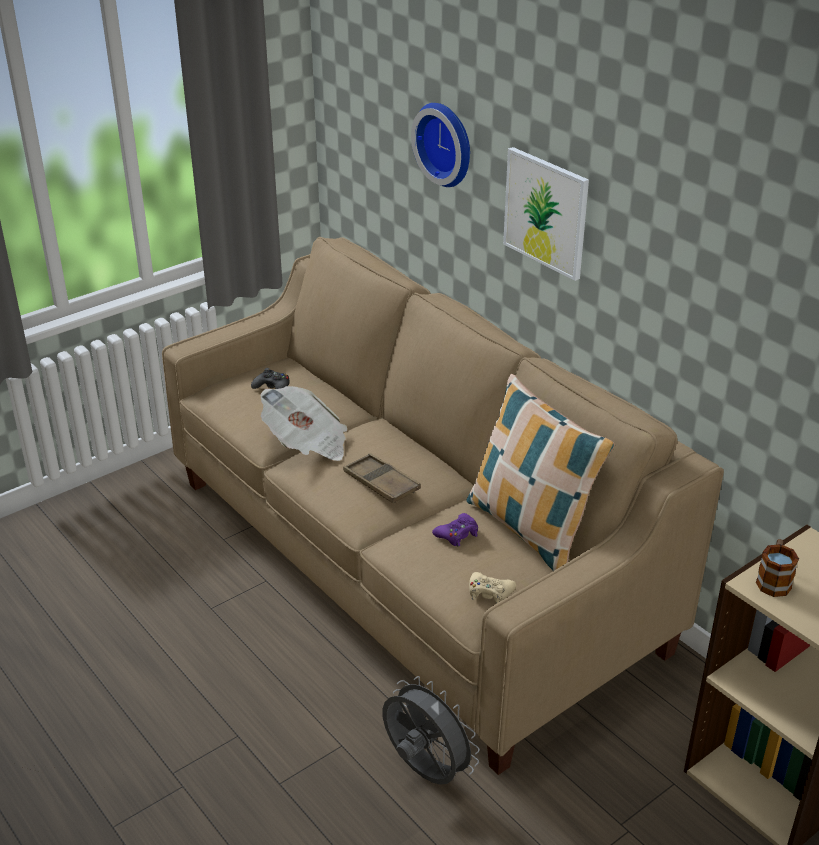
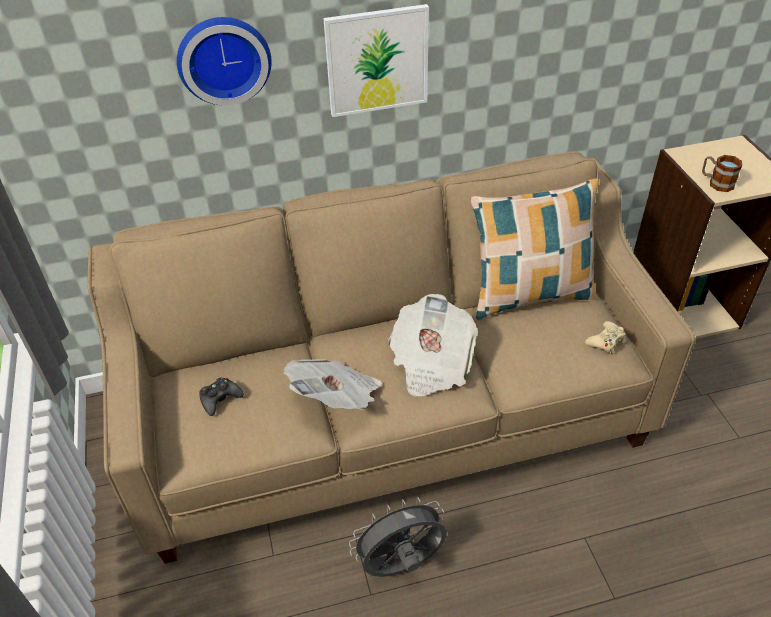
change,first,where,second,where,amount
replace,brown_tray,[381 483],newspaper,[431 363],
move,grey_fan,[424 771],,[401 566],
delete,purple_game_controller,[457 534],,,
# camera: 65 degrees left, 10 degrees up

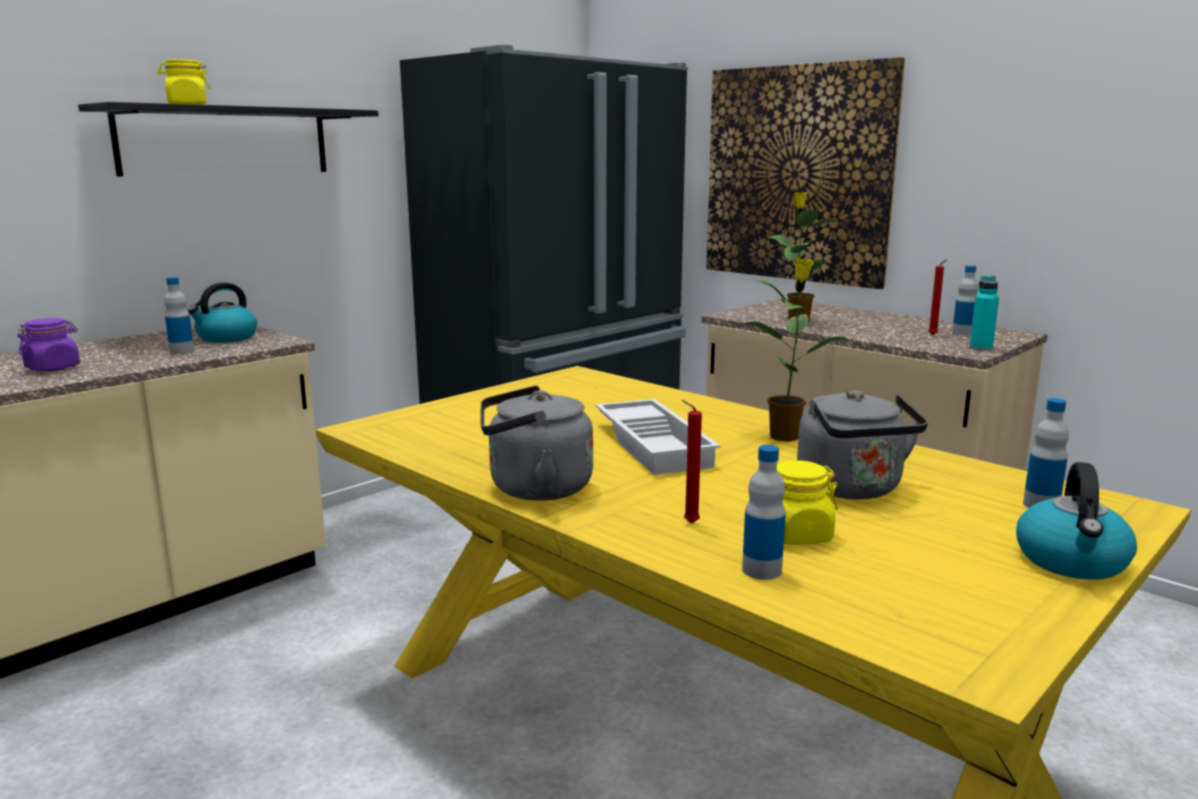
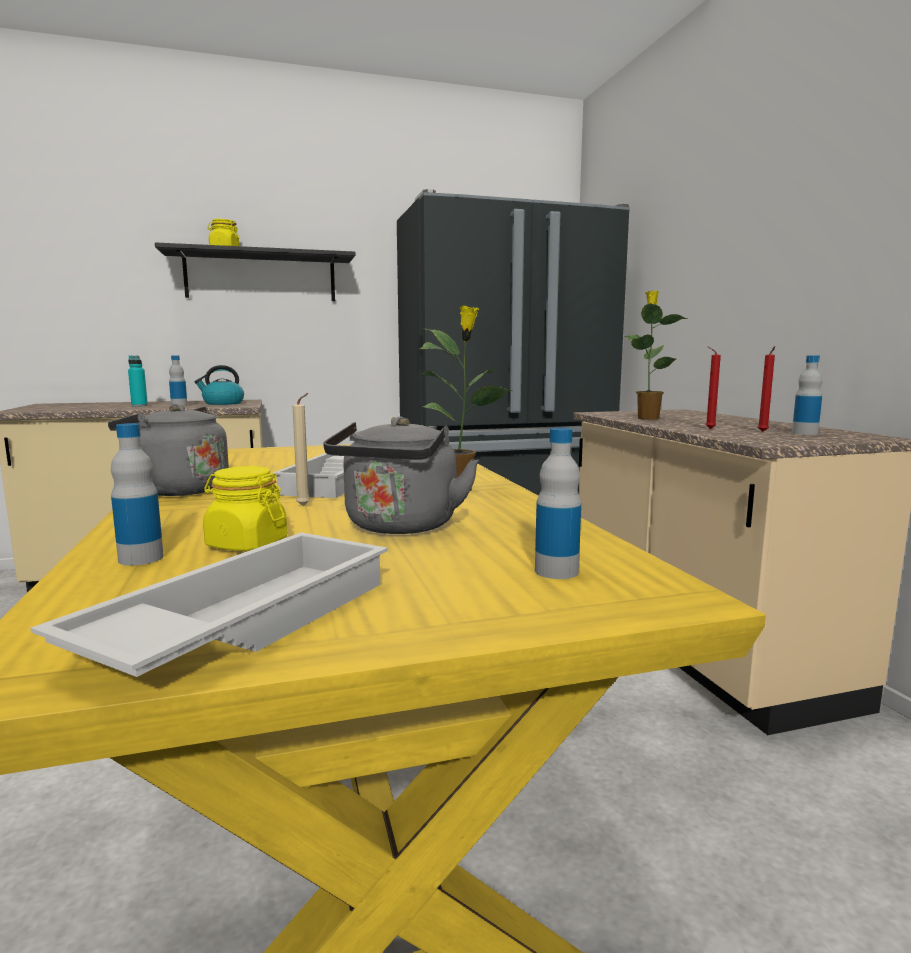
change,first,where,second,where,amount
delete,purple_jar,[53 368],,,
move,red_candle,[688 523],,[708 429],
delete,picture,[797 174],,,
move,turquoise_bottle,[980 348],,[139 406],
delete,kettle,[1072 562],,,
insert,,,white_tray,[241 620],
insert,,,beige_candle,[305 505],
# camera: 30 degrees right, 5 degrees down

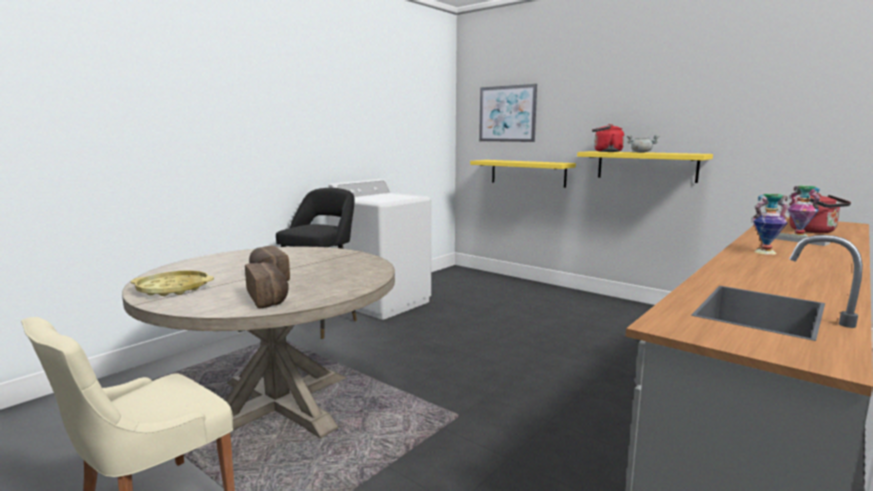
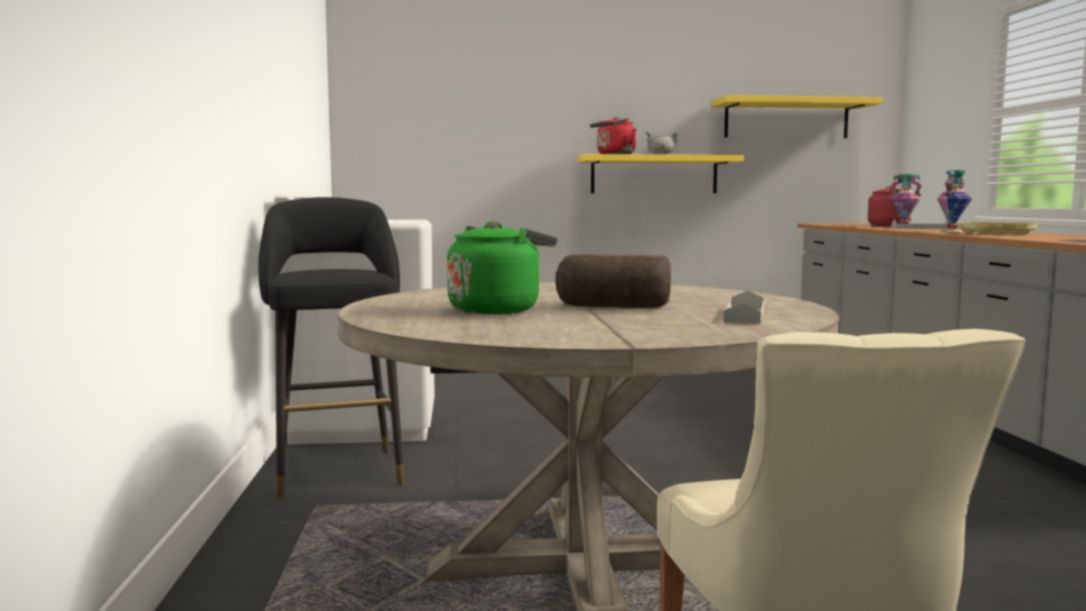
change,first,where,second,where,amount
move,yellow_tray,[173 288],,[996 234],
replace,bread,[269 298],grey_tray,[744 315],
move,yellow_shelf,[527 173],,[786 119],
delete,picture,[507 114],,,
insert,,,green_kettle,[497 310],
# camera: 45 degrees left, 5 degrees down

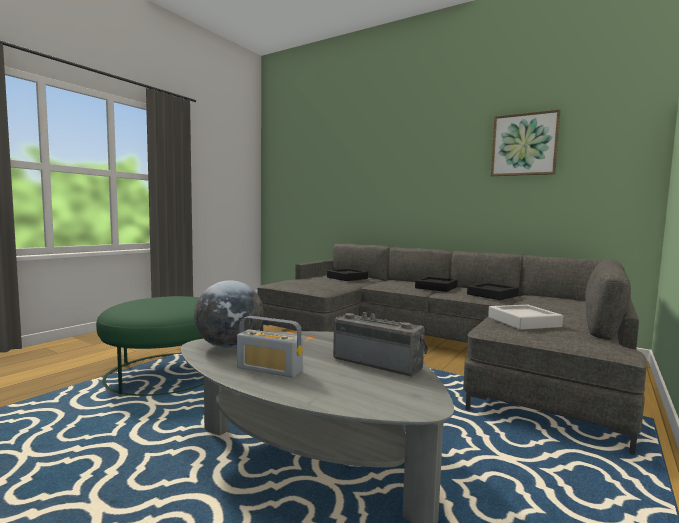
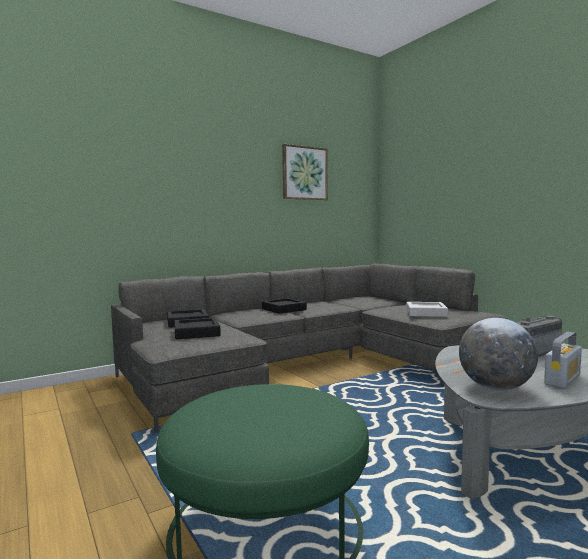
change,first,where,second,where,amount
move,black_tray,[492 295],,[196 333],
# camera: 65 degrees left, 0 degrees up

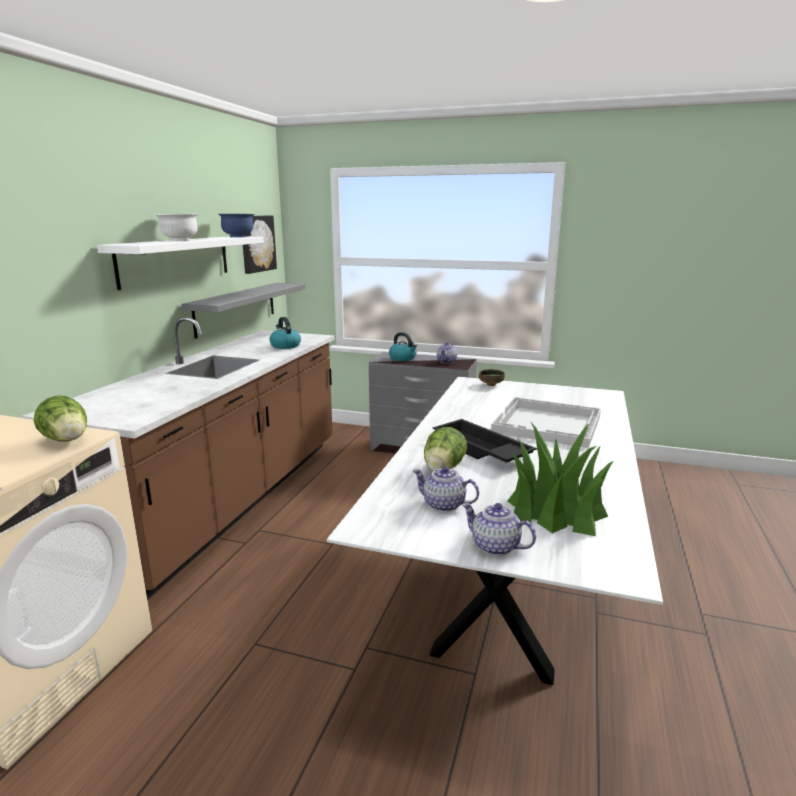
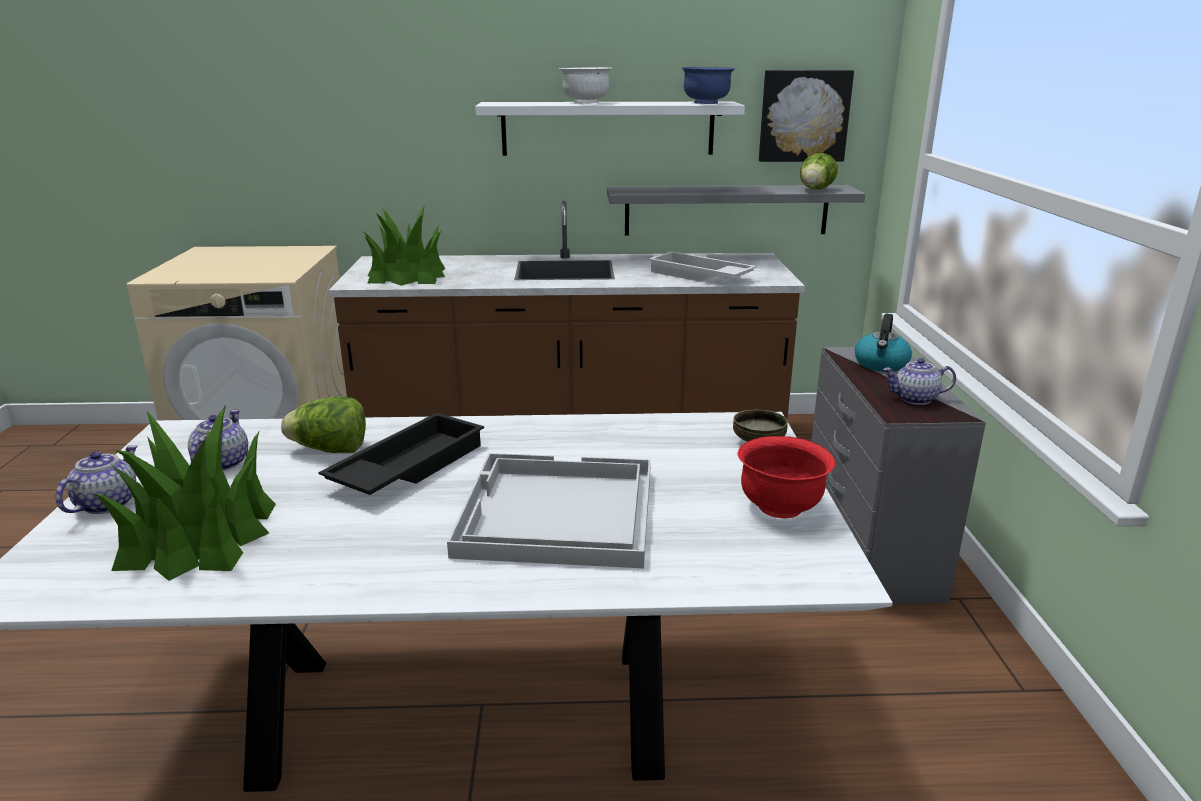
change,first,where,second,where,amount
move,lettuce,[68 441],,[815 190],
replace,kettle,[285 346],white_tray,[699 276],
insert,,,potted_plant,[407 275],
insert,,,red_bowl,[780 507],
# camera: 70 degrees right, 5 degrees up

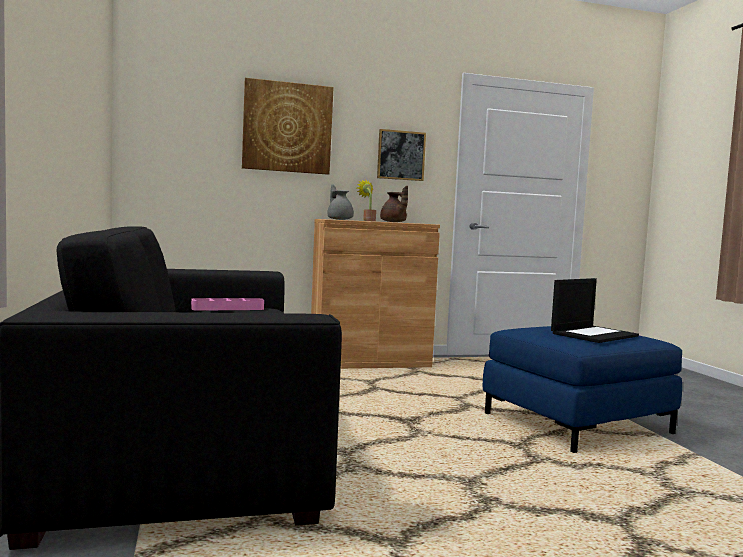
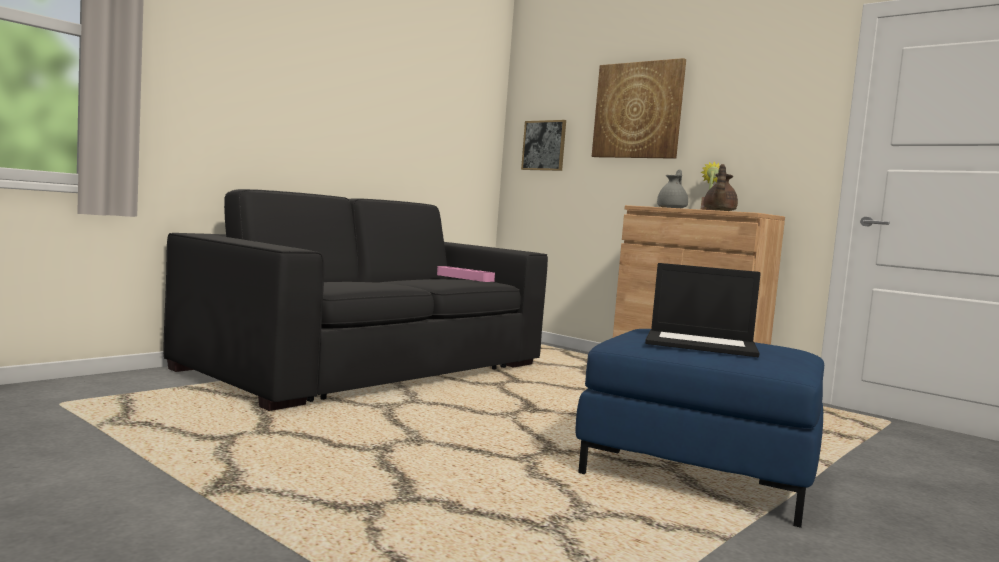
change,first,where,second,where,amount
move,picture,[401 155],,[544 145],
# camera: 55 degrees right, 0 degrees up

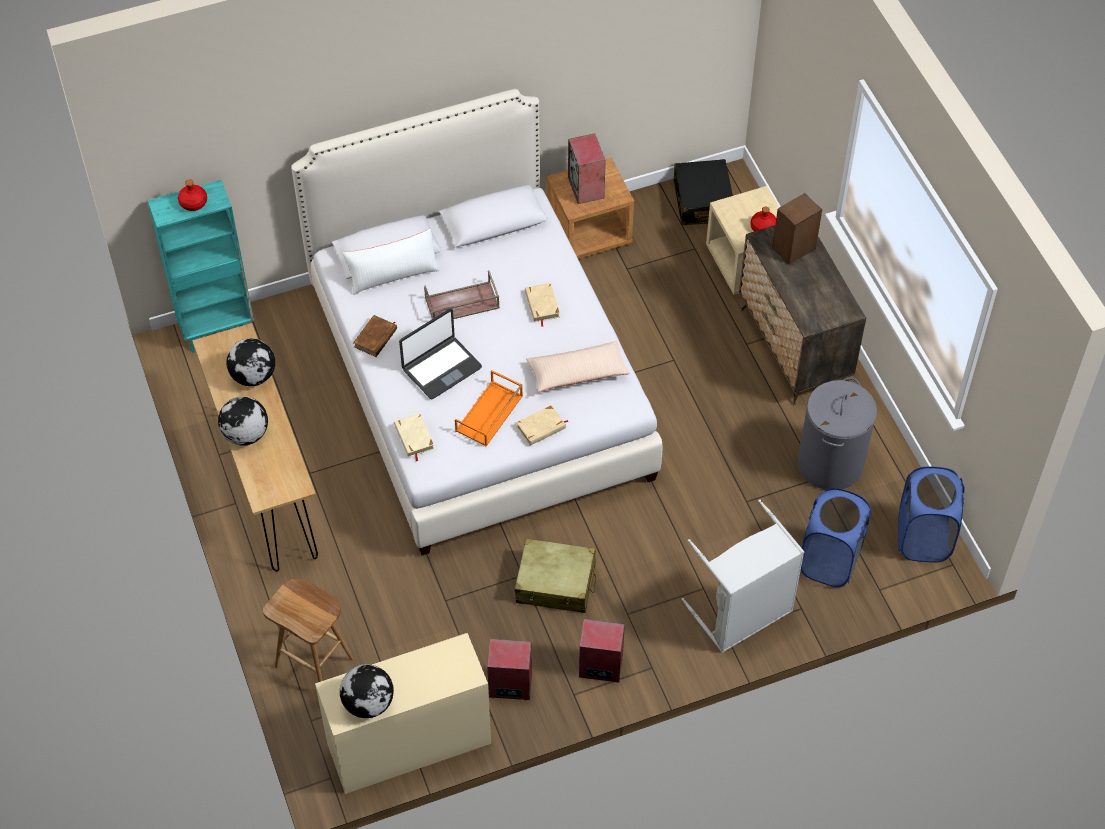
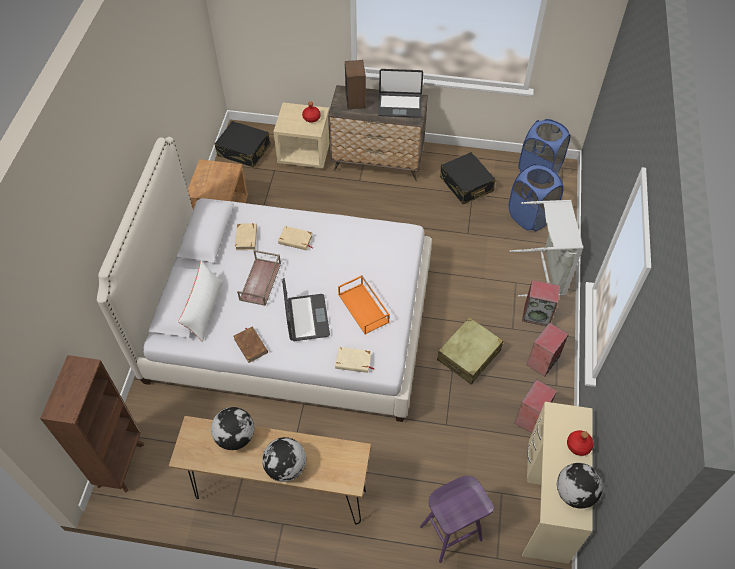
change,first,where,second,where,amount
recolor,turquoise_bookcase,[218 330],brown_bookcase,[121 463],
move,red_bottle,[193 202],,[578 445],
recolor,brown_stool,[315 663],purple_stool,[451 532],
move,beige_book,[541 427],,[246 238],
delete,beige_pillow,[577 373],,,
move,speaker,[586 188],,[537 315],
replace,grey_laundry_basket,[830 463],black_suitcase,[466 184],
insert,,,laptop,[399 105],
# camera: 60 degrees left, 0 degrees up

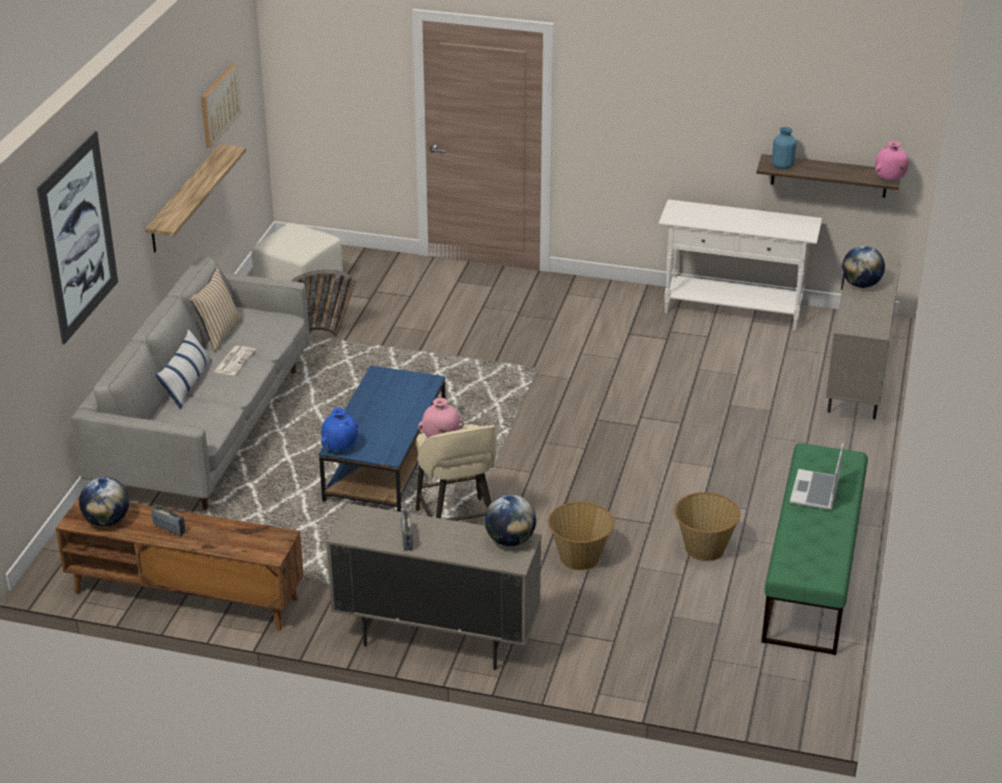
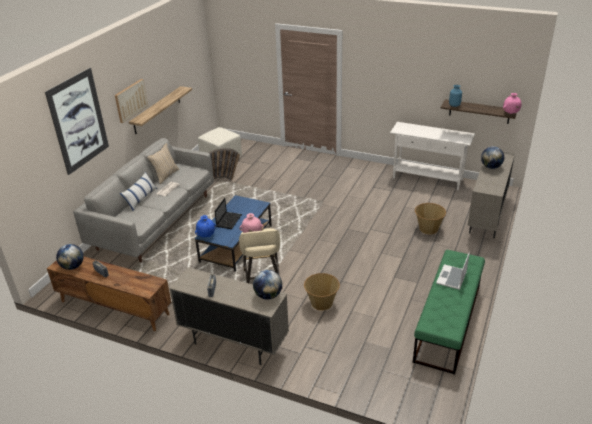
change,first,where,second,where,amount
move,picture,[219 104],,[130 100],
move,basket,[704 548],,[428 228],
insert,,,laptop,[229 220],
# camera: 10 degrees right, 0 degrees up

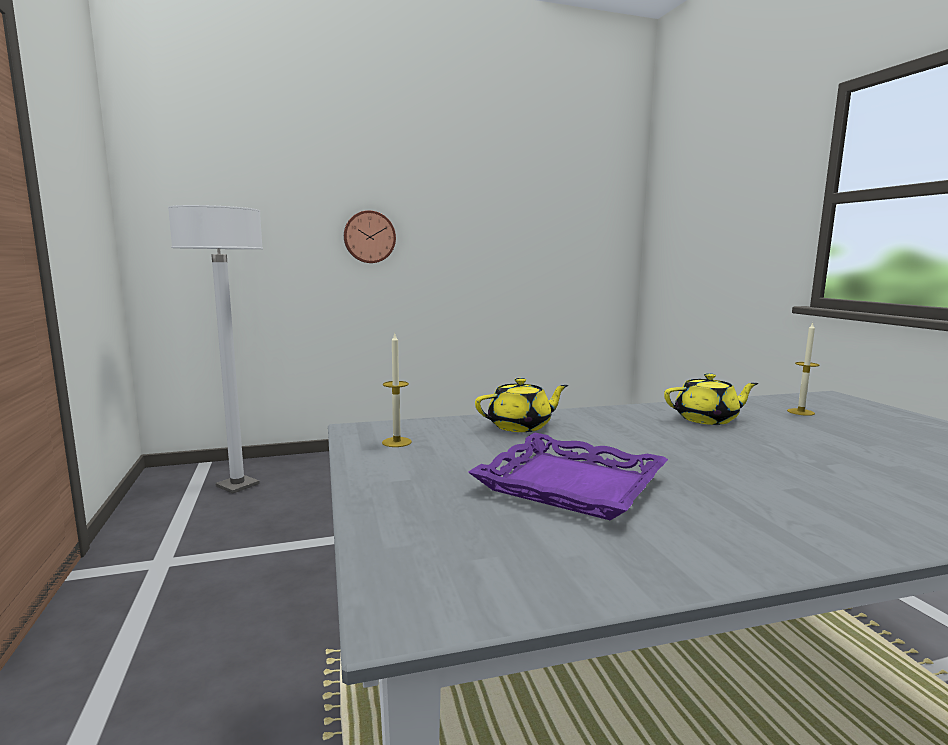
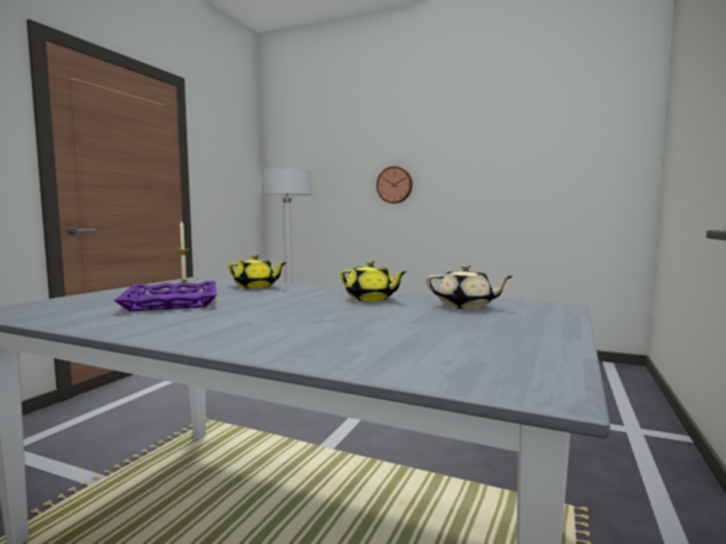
change,first,where,second,where,amount
replace,candle,[800 412],beige_teapot,[466 306],
# camera: 40 degrees right, 5 degrees down

